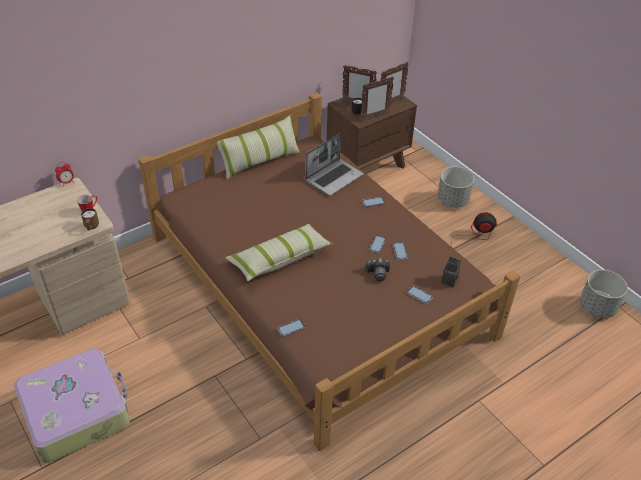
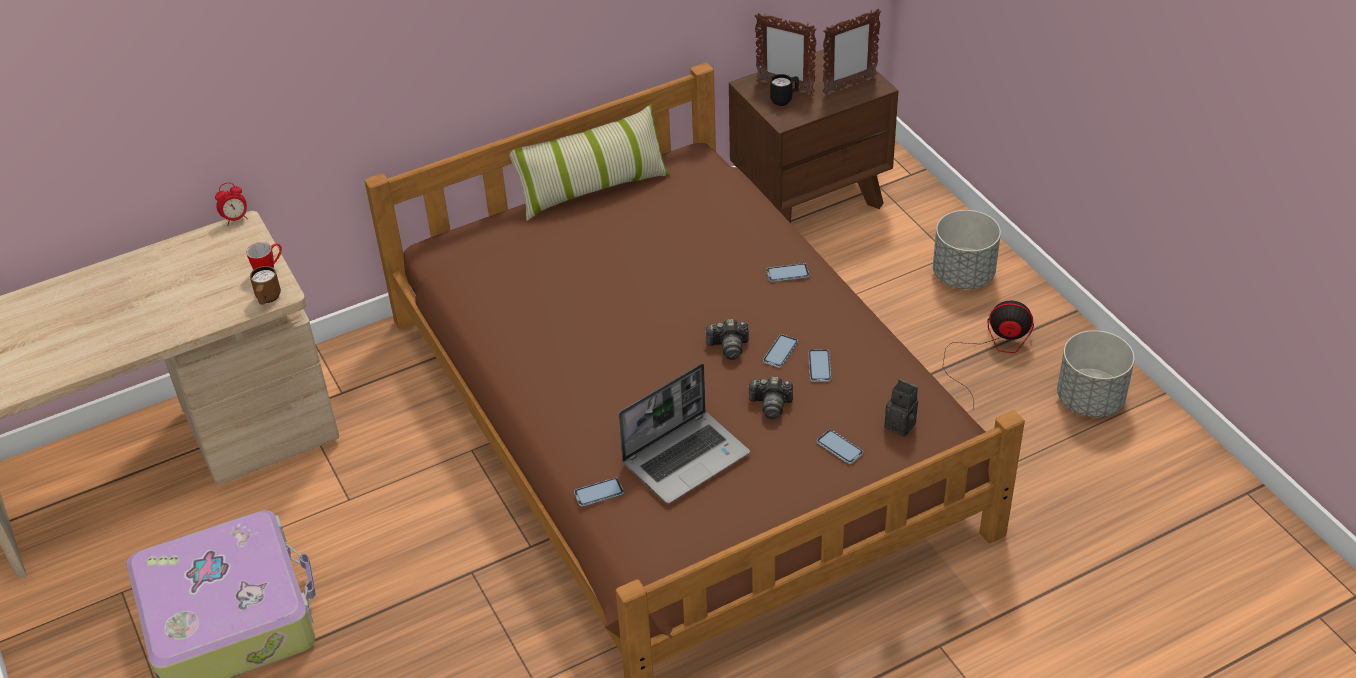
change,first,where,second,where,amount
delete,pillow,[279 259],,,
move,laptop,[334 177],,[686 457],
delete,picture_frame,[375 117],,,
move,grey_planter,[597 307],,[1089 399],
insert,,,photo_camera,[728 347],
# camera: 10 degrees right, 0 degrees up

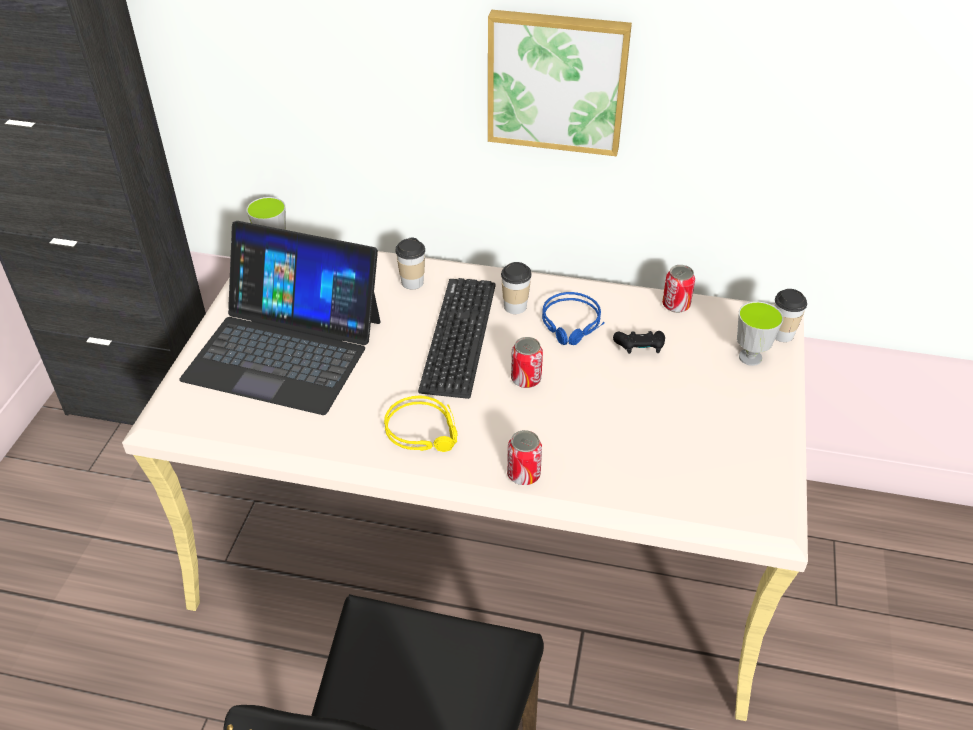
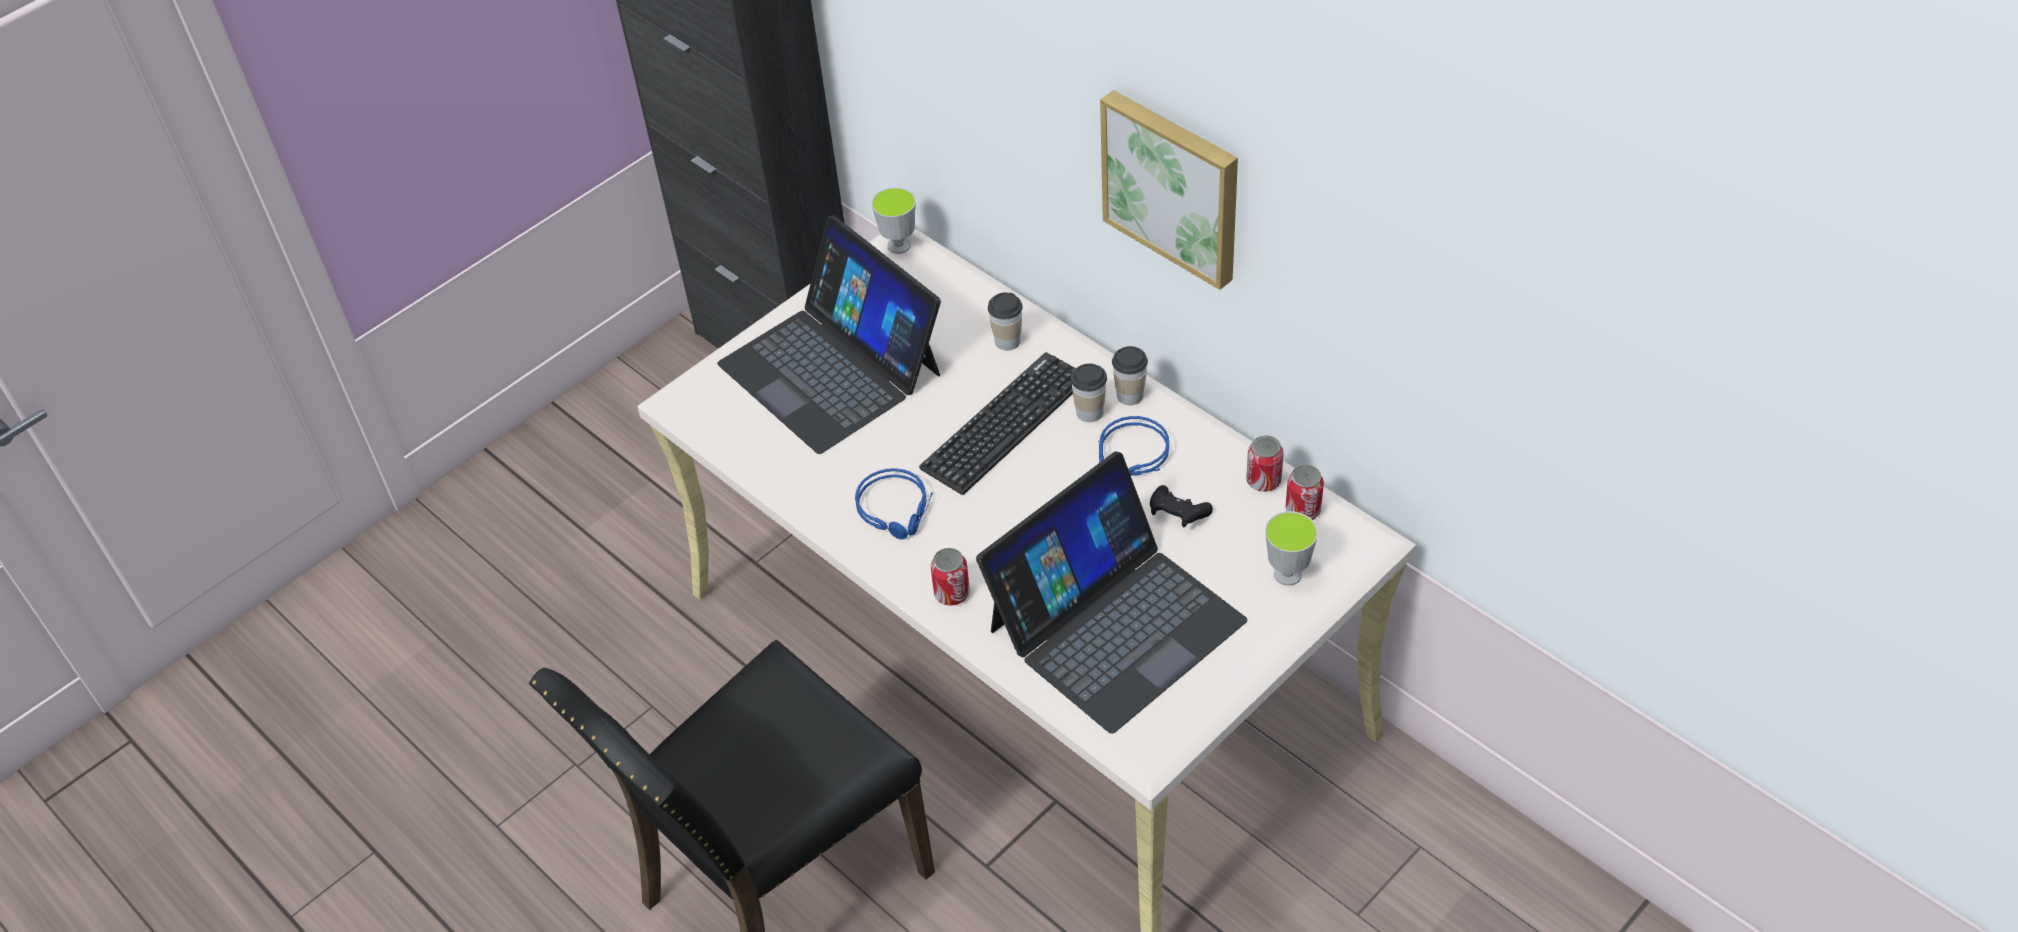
change,first,where,second,where,amount
recolor,yellow_headphones,[425 430],blue_headphones,[897 509],
move,can,[526 379],,[1303 510],
move,cup,[782 334],,[1130 395],
insert,,,laptop,[1115 624],
# camera: 35 degrees right, 5 degrees up

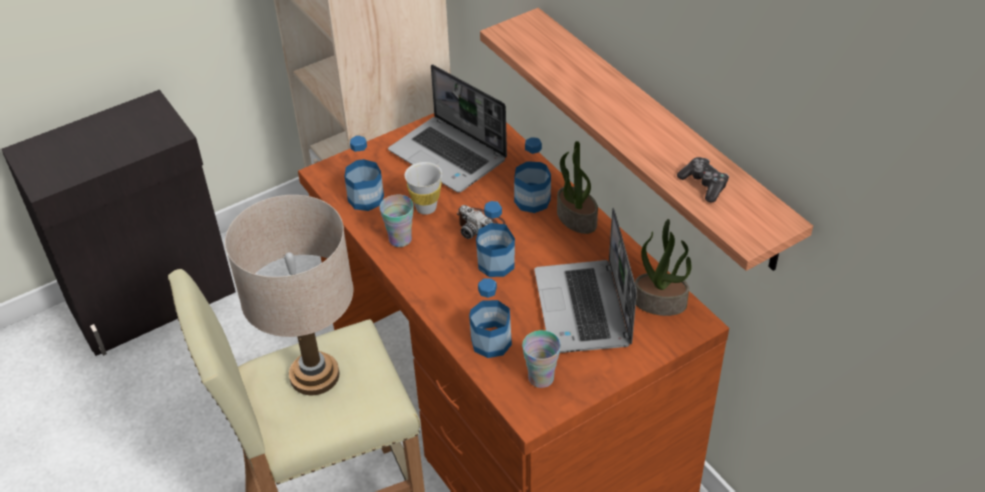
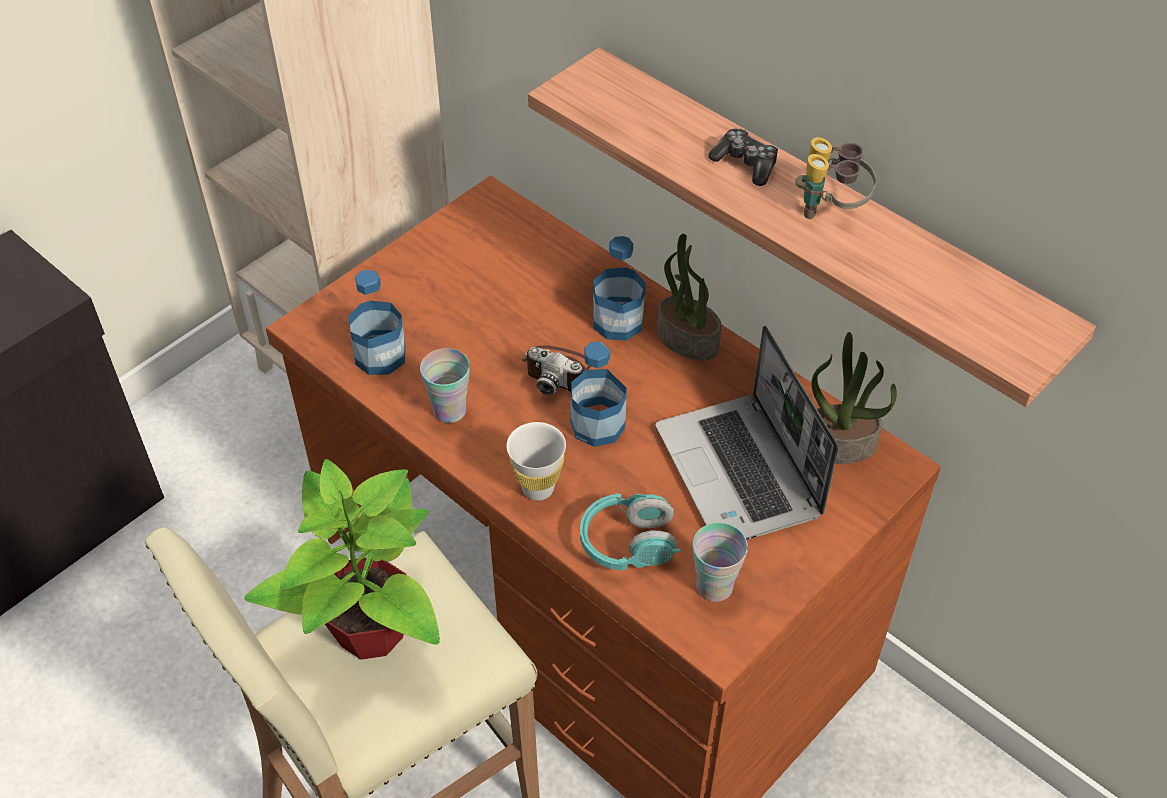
change,first,where,second,where,amount
replace,beige_table_lamp,[314 375],potted_plant,[370 633],
delete,laptop,[449 156],,,
move,white_cup,[426 208],,[538 488],
replace,bottle,[491 342],turquoise_headphones,[628 545],
move,game_controller,[704 184],,[745 164],
insert,,,binoculars,[830 210],
# camera: 15 degrees left, 5 degrees up

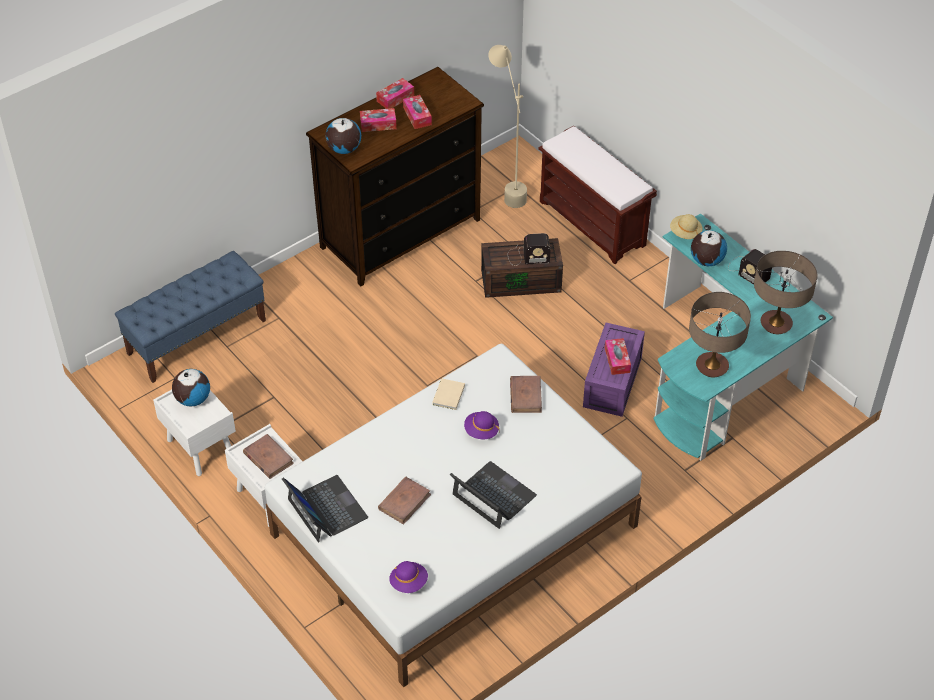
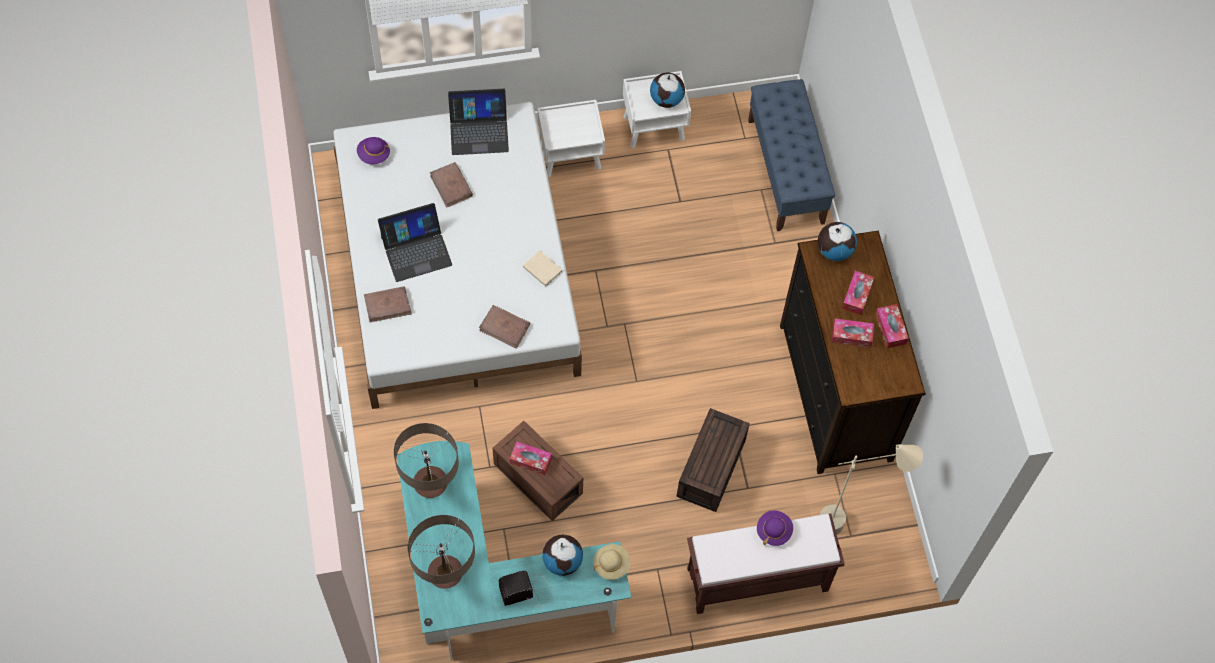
change,first,where,second,where,amount
move,brown_book,[268 458],,[387 305],
move,purple_hat,[481 431],,[773 531],
delete,radio,[527 257],,,
recolor,purple_storage_box,[613 383],brown_storage_box,[536 478],
# camera: 115 degrees right, 15 degrees up

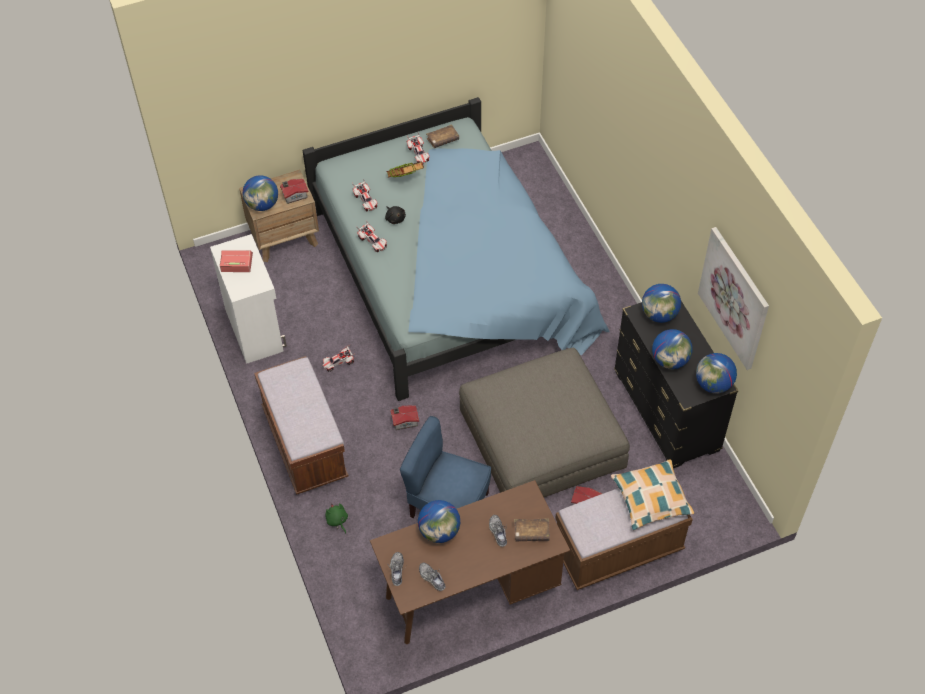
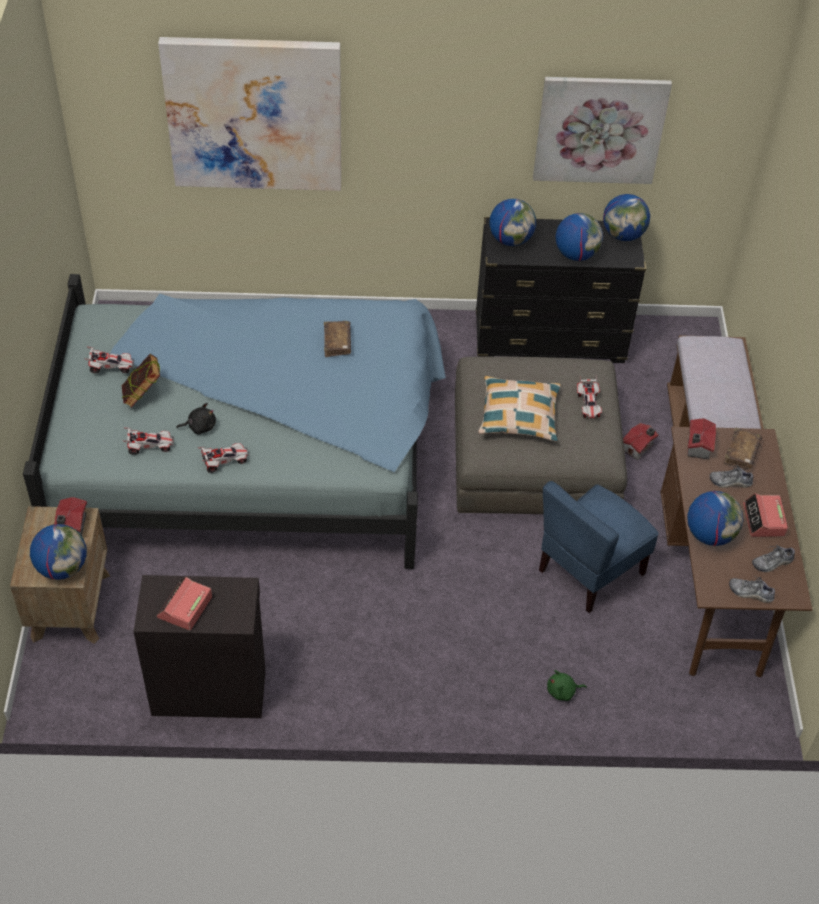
change,first,where,second,where,amount
recolor,white_cabinet,[255 329],black_cabinet,[208 689],
delete,brown_bench,[304 444],,,
move,toy_car,[338 363],,[588 405],
move,toy_house,[404 421],,[697 447],
move,brown_book,[443 140],,[337 342],
move,pillow,[651 498],,[519 415],
insert,,,picture,[254 113],
insert,,,alarm_clock,[764 520],
# camera: 70 degrees left, 5 degrees down

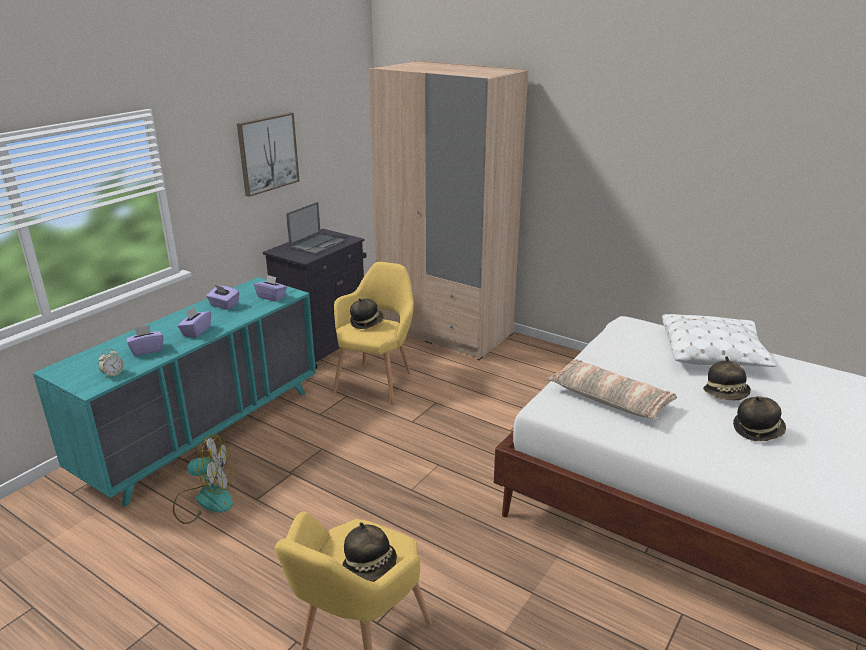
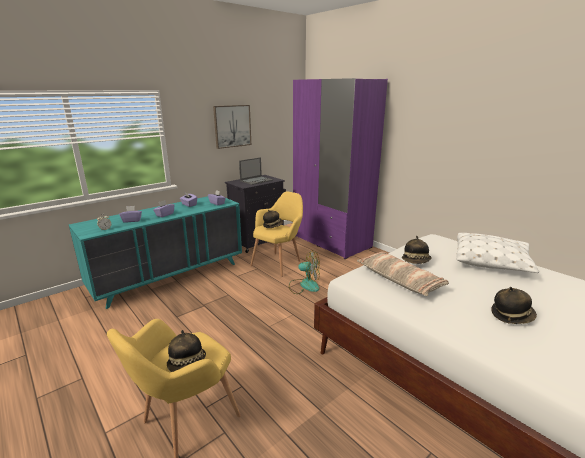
change,first,where,second,where,amount
move,fan,[205 500],,[304 285],
recolor,beige_wardrobe,[445 331],purple_wardrobe,[331 241],
move,hat,[726 394],,[416 261],
# camera: 15 degrees right, 5 degrees down

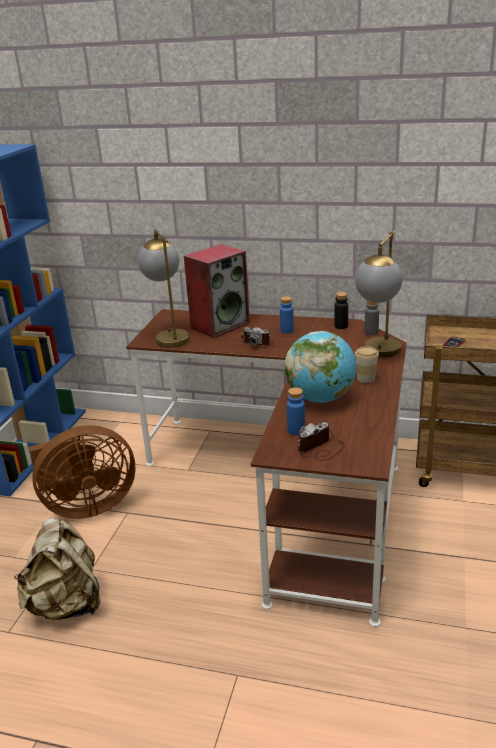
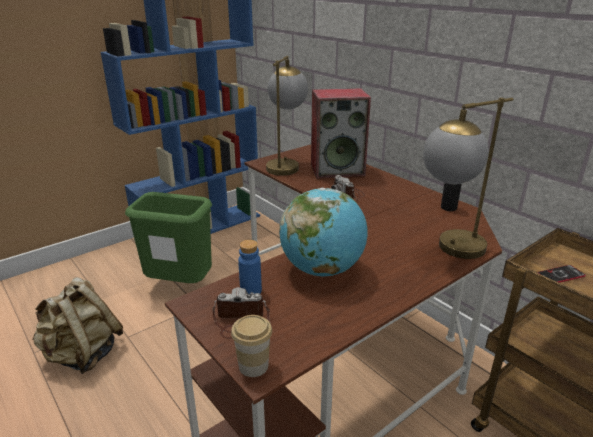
change,first,where,second,where,amount
replace,brown_fan,[86 506],green_trash_can,[180 286],
delete,blue_bottle,[287 330],,,
move,cup,[366 378],,[253 366],
delete,grey_bottle,[371 332],,,
# camera: 35 degrees right, 0 degrees up

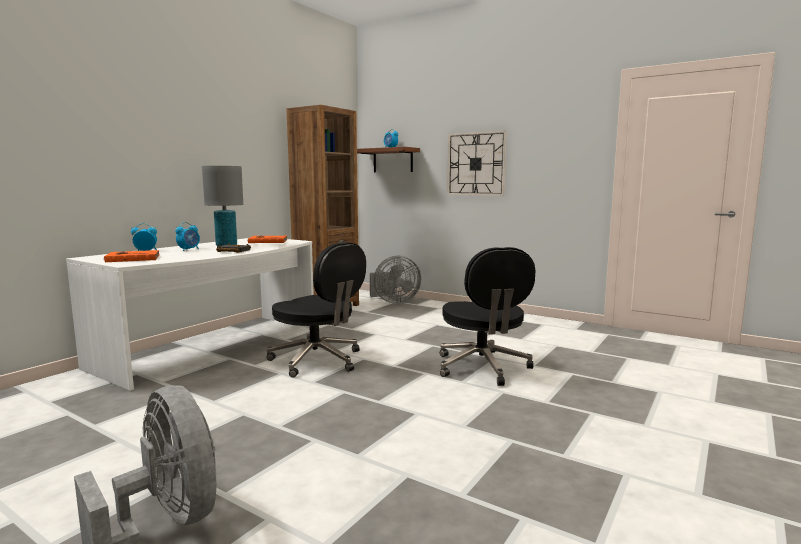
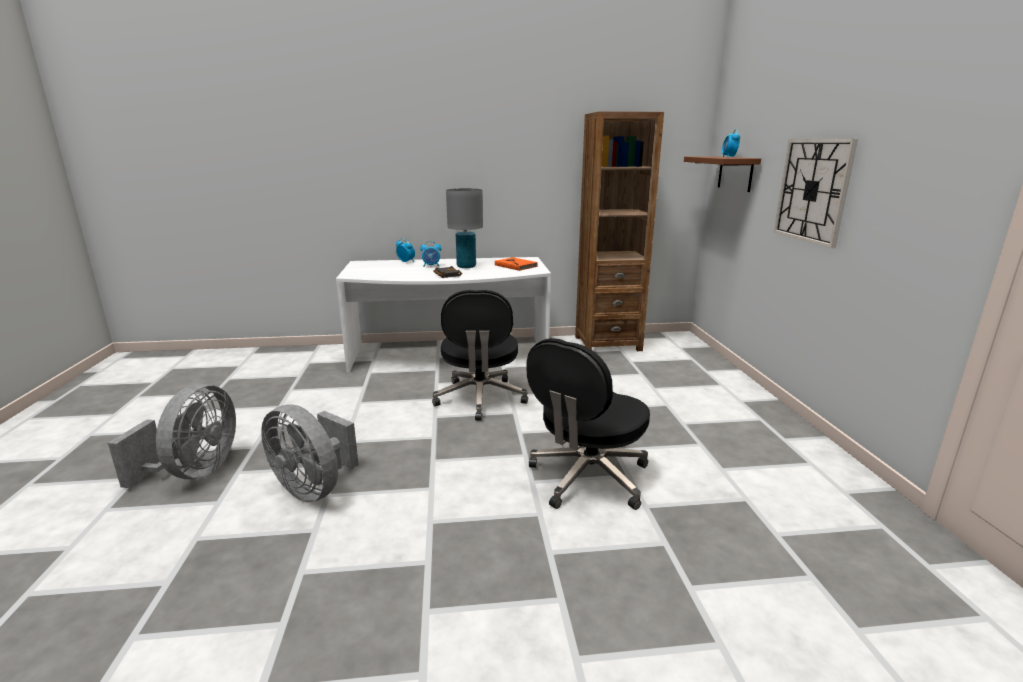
change,first,where,second,where,amount
delete,orange_book,[132 258],,,
move,grey_fan,[394 302],,[314 488],
# camera: 50 degrees right, 10 degrees up

